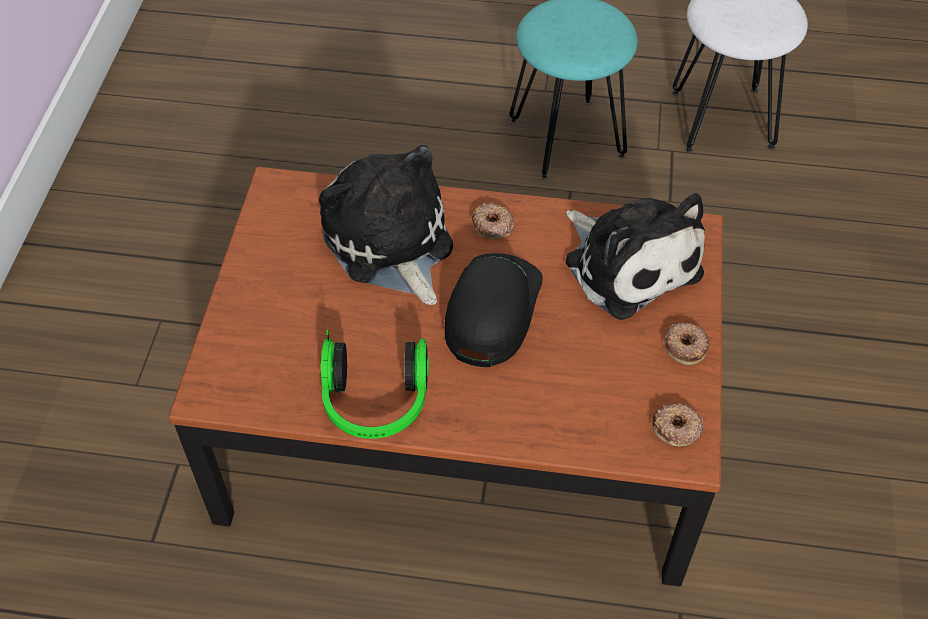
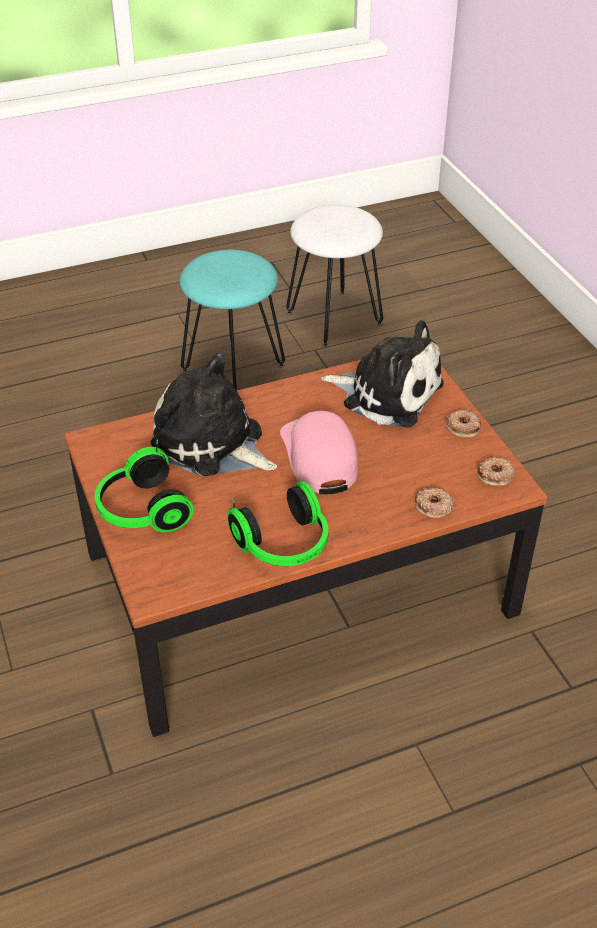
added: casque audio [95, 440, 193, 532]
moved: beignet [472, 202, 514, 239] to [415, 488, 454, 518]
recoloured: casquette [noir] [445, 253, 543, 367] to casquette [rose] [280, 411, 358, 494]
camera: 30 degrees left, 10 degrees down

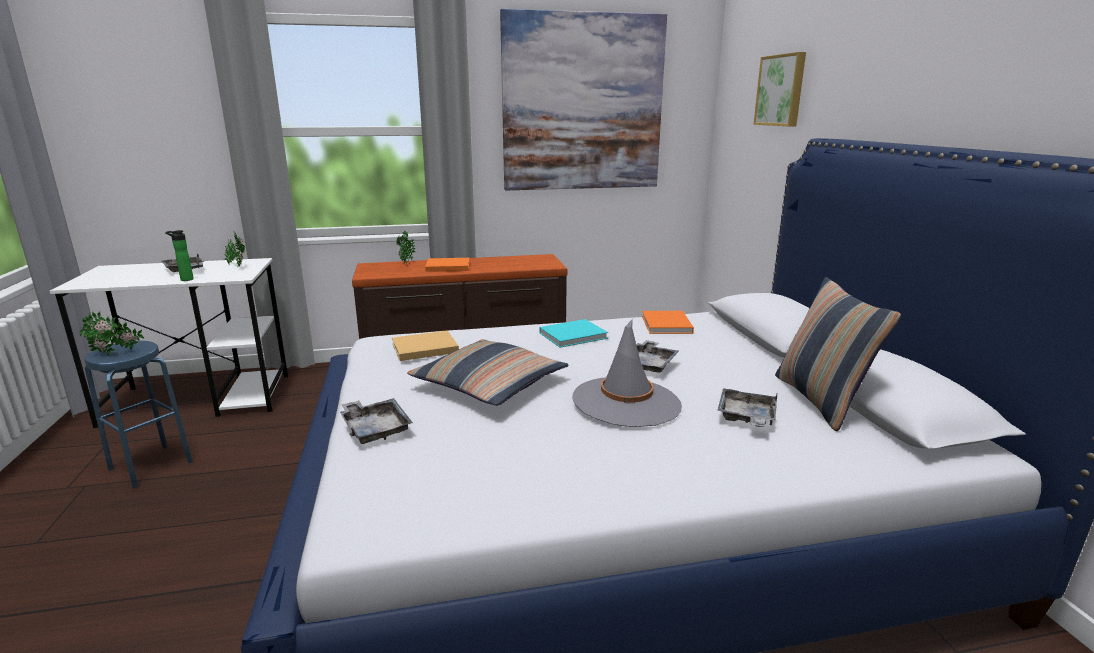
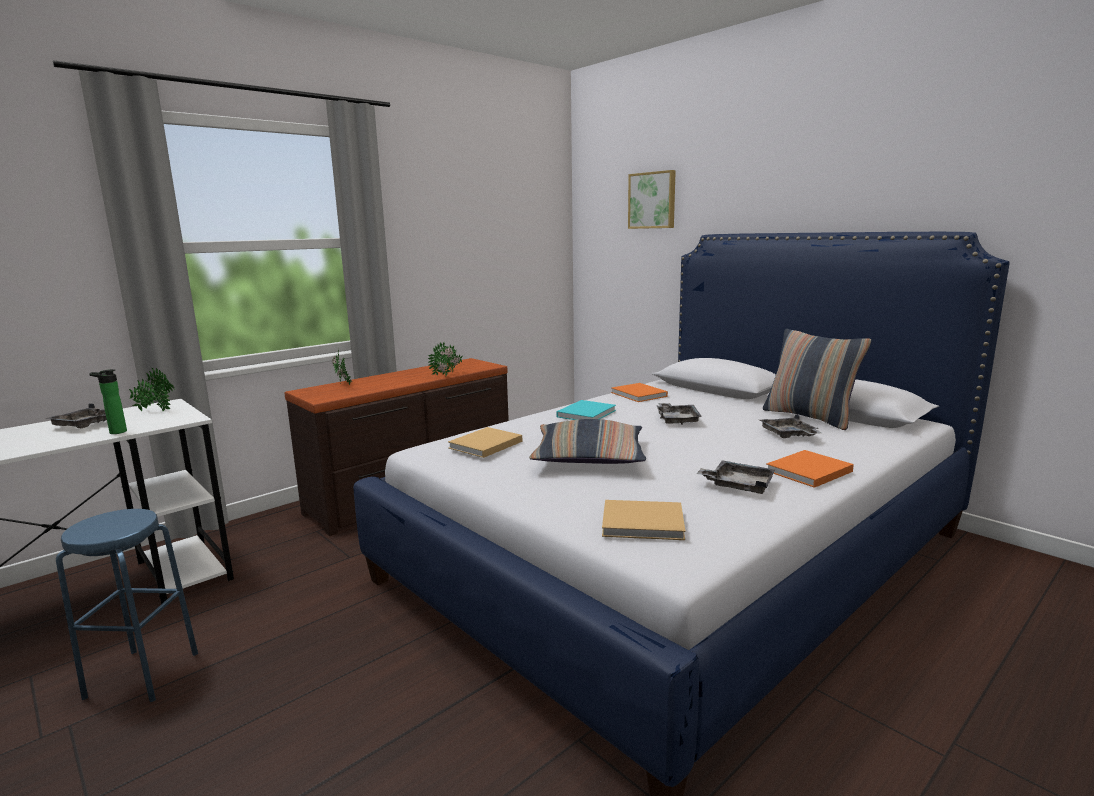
removed: tableau [500, 9, 667, 190]; chapeau [gris] [572, 319, 682, 427]
added: livre [beige] [602, 500, 686, 540]
moved: livre [orange] [425, 258, 470, 272] to [766, 450, 854, 488]; plante en pot [80, 311, 145, 356] to [428, 342, 463, 376]; plateau [gris] [340, 398, 413, 444] to [696, 460, 775, 494]
camera: 30 degrees left, 5 degrees down

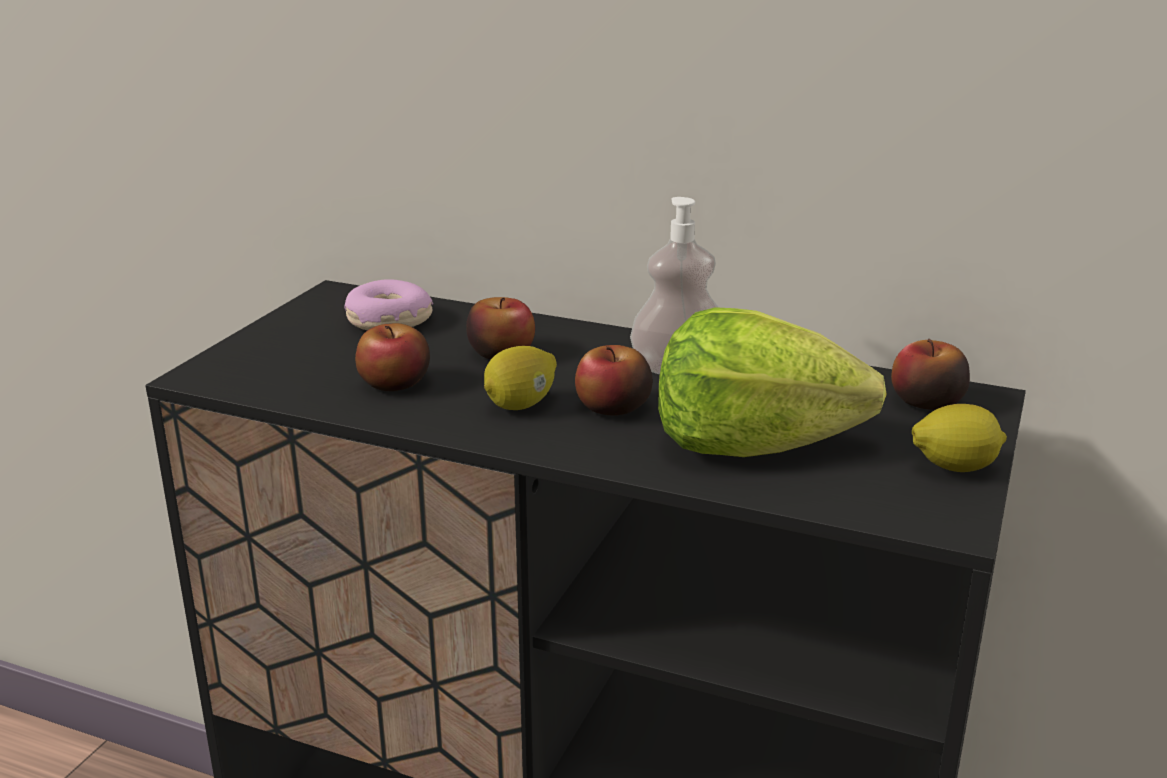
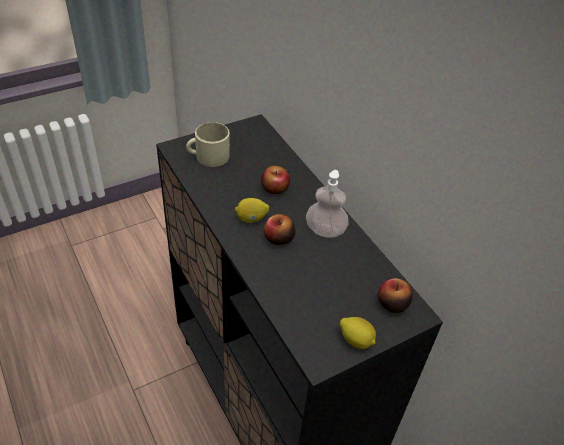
removed: beignet [345, 279, 433, 330]; laitue [658, 307, 887, 457]; pomme [355, 323, 430, 391]
added: mug [beige] [186, 122, 230, 167]
camera: 35 degrees right, 20 degrees up

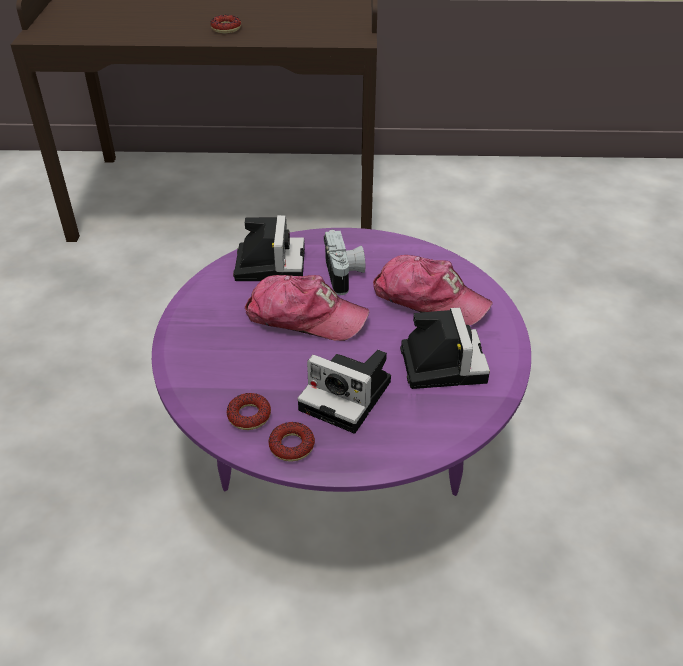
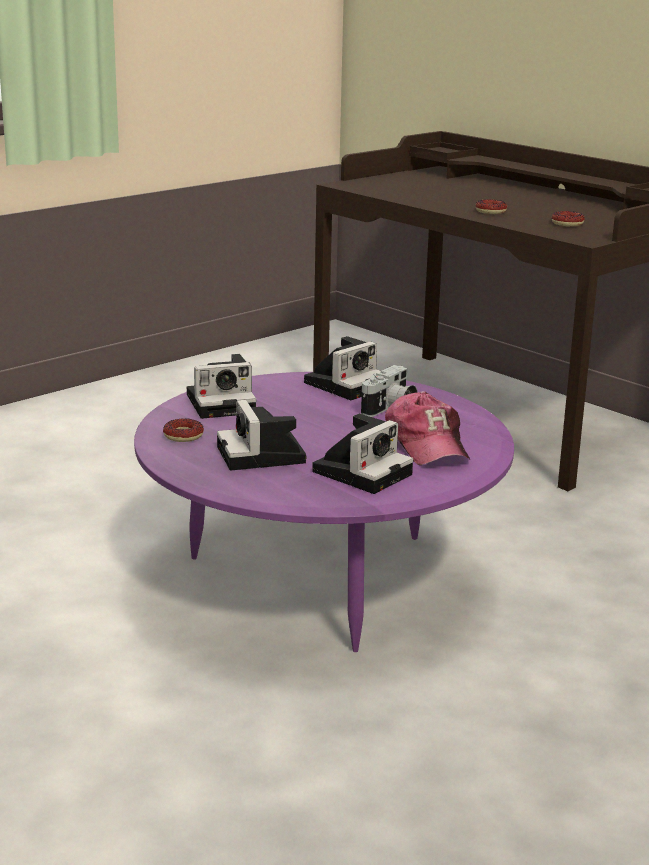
removed: casquette [245, 275, 369, 341]
added: appareil photo [187, 354, 256, 419]
moved: beignet [269, 422, 315, 461] to [552, 211, 585, 227]
camera: 45 degrees right, 20 degrees down

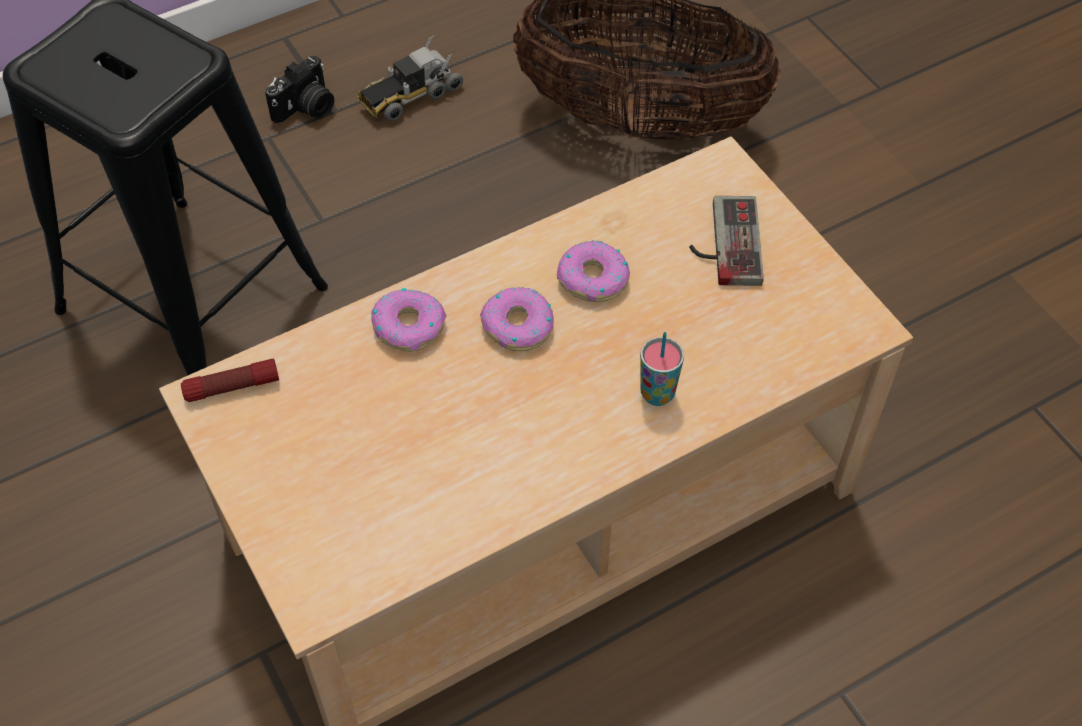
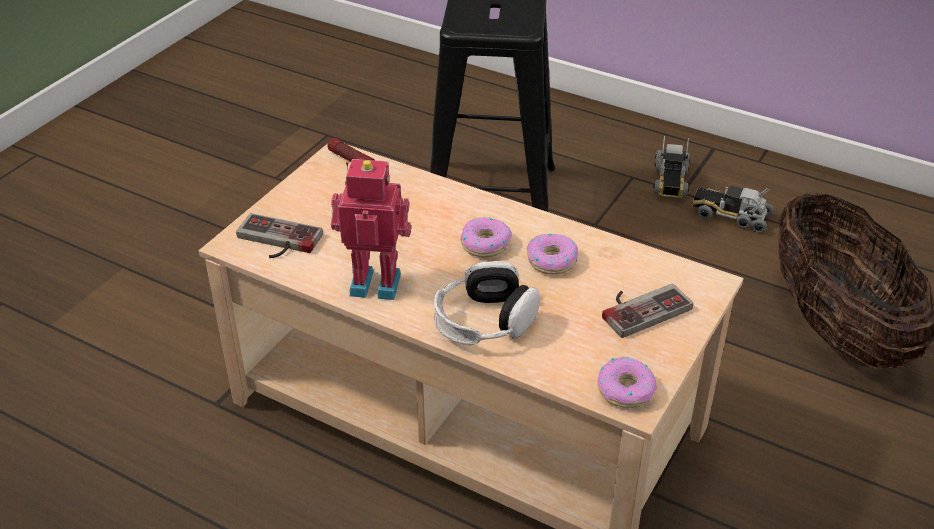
added: robot jouet [331, 159, 411, 300]; manette [236, 213, 323, 258]
moved: beignet [371, 288, 446, 352] to [598, 357, 657, 408]
replaced: appareil photo [265, 56, 334, 123] to camion jouet [653, 136, 690, 198]; tasse [640, 332, 684, 406] to casque audio [434, 261, 540, 345]
camera: 60 degrees right, 15 degrees down

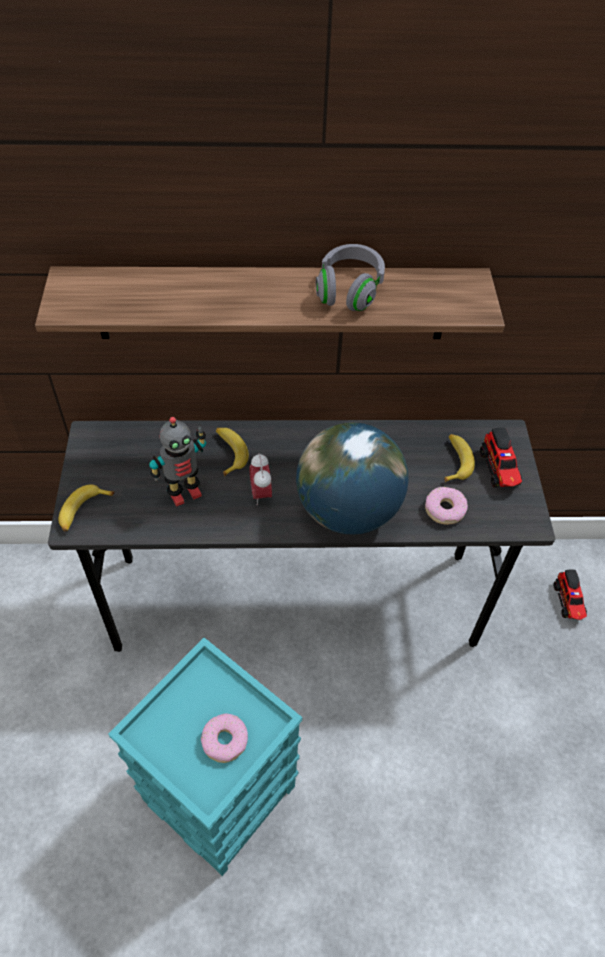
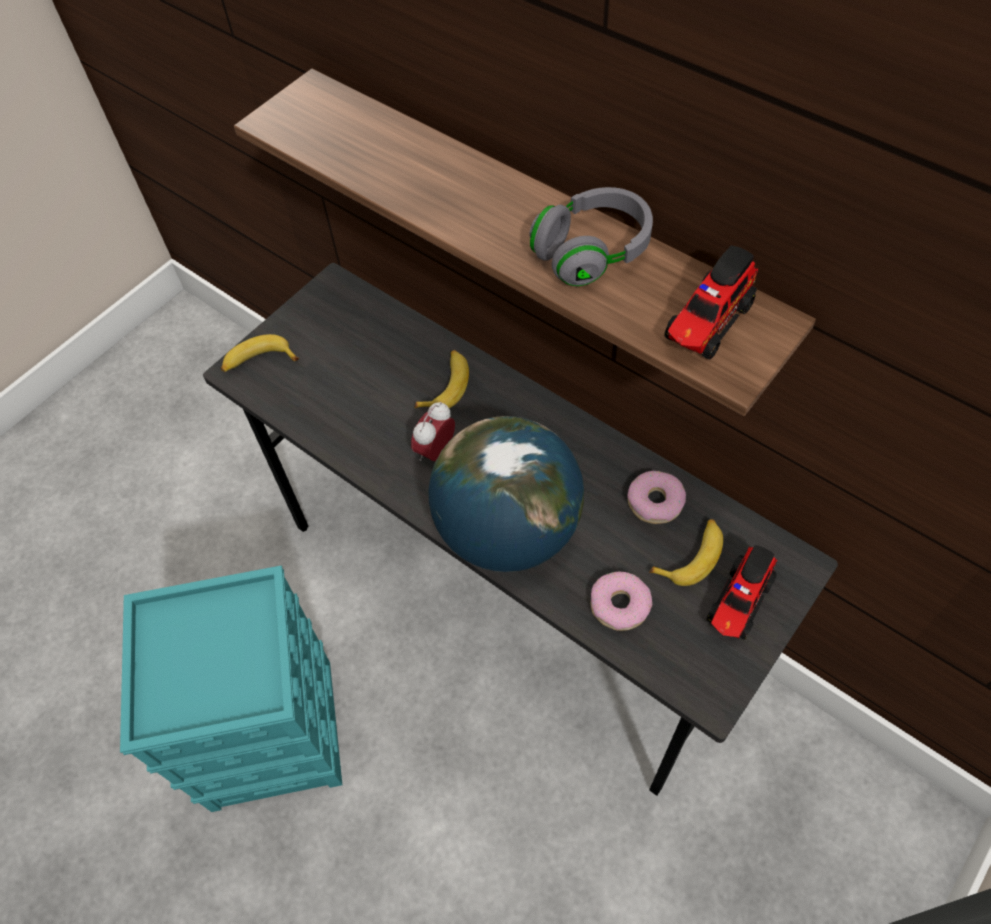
removed: robot jouet [149, 417, 206, 507]
moved: camion jouet [554, 569, 587, 620] to [664, 245, 758, 360]; beignet [201, 713, 248, 763] to [627, 471, 686, 524]
camera: 45 degrees right, 5 degrees up

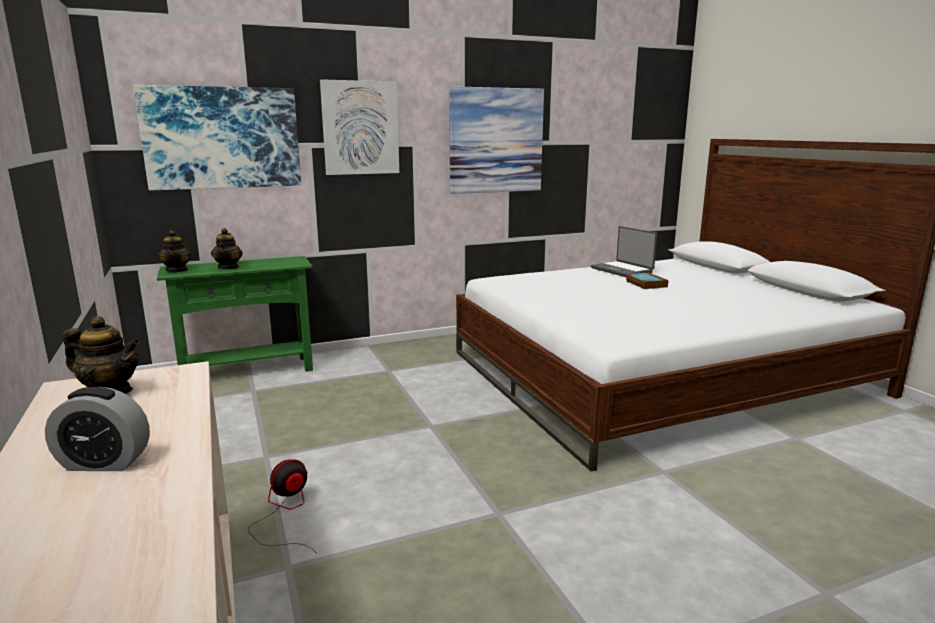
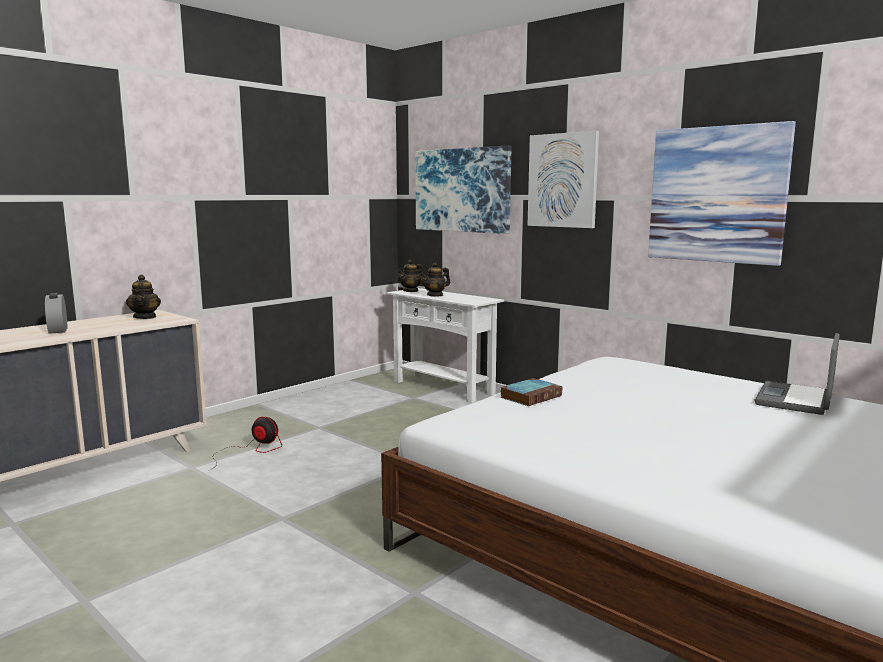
moved: livre [626, 272, 668, 289] to [500, 378, 562, 406]
recoloured: table console [vert] [157, 256, 313, 372] to table console [blanc] [386, 288, 504, 403]
camera: 65 degrees right, 5 degrees down

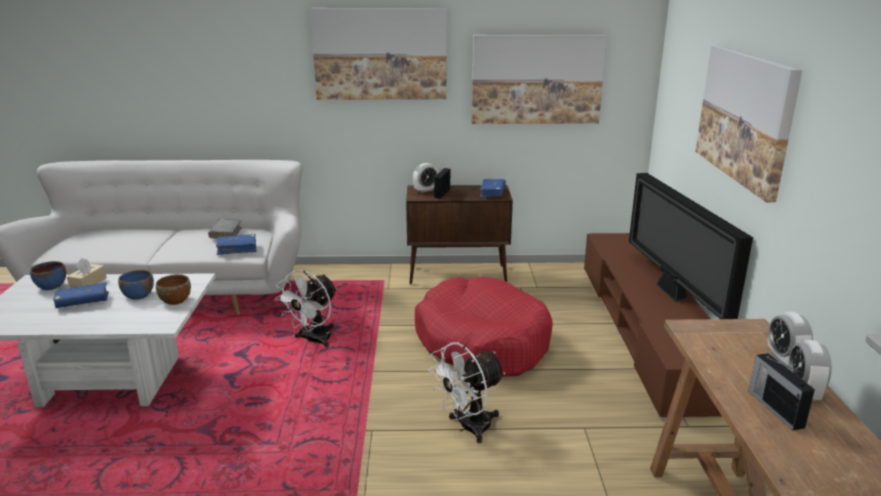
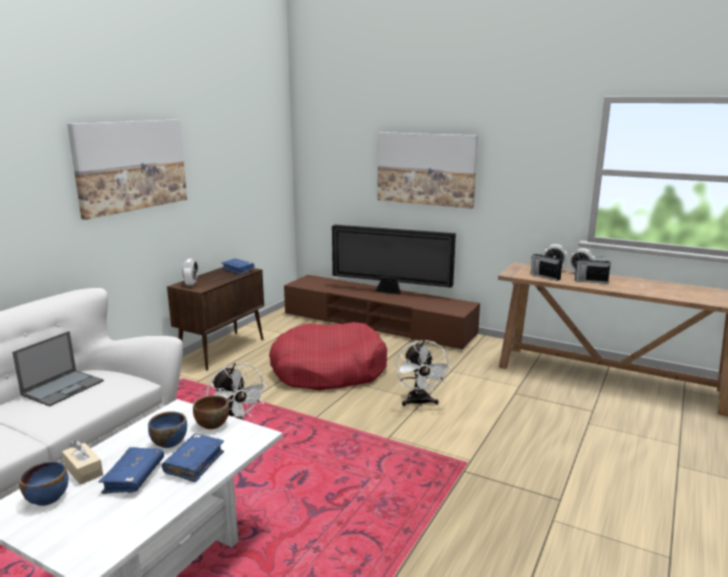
removed: tableau [472, 34, 607, 124]
moved: radio [434, 168, 450, 199] to [531, 253, 563, 281]; livre [bleu] [216, 234, 256, 255] to [162, 434, 224, 482]
replaced: livre [gris] [208, 219, 242, 239] to ordinateur portable [12, 331, 104, 406]
camera: 60 degrees left, 5 degrees down

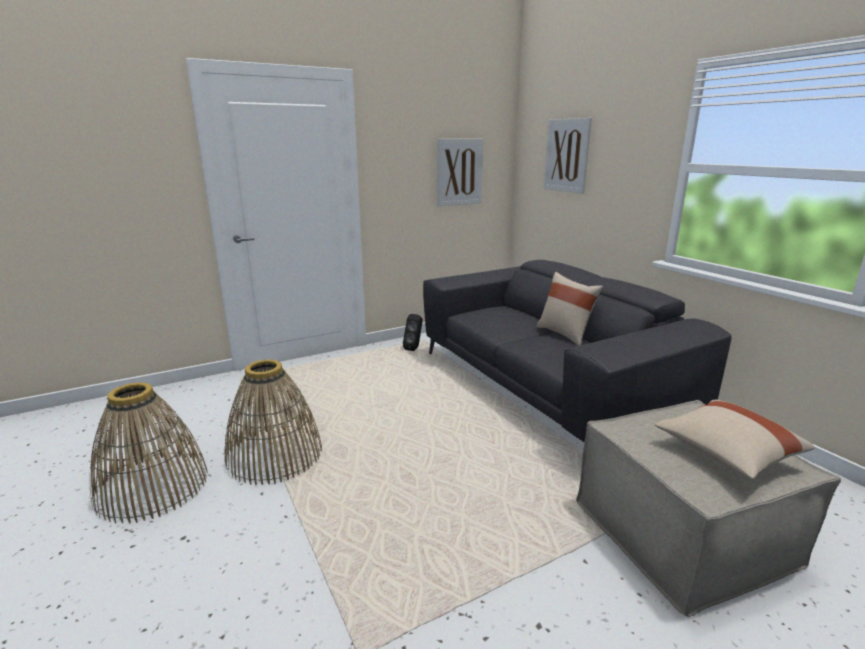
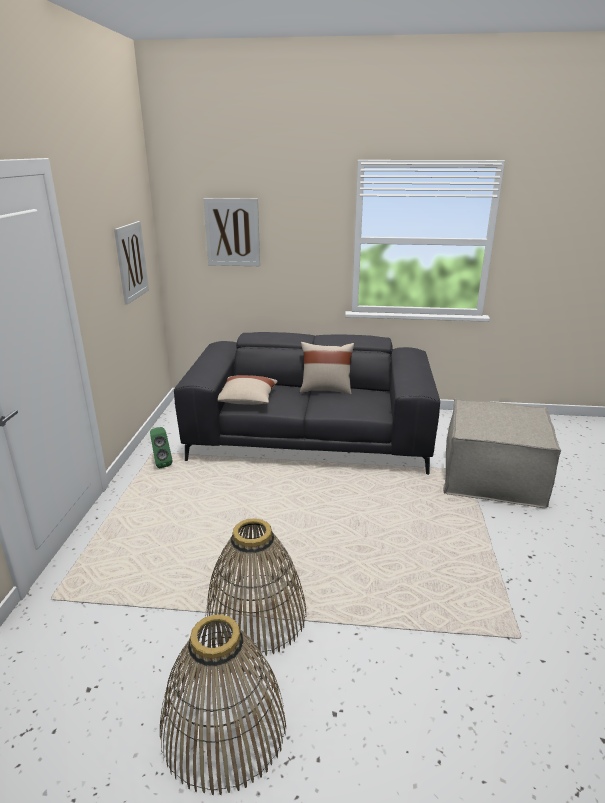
moved: coussin [beige] [655, 400, 815, 479] to [218, 375, 278, 405]
recoloured: enceinte [noir] [403, 314, 423, 351] to enceinte [vert] [150, 427, 172, 468]
camera: 55 degrees left, 5 degrees up

